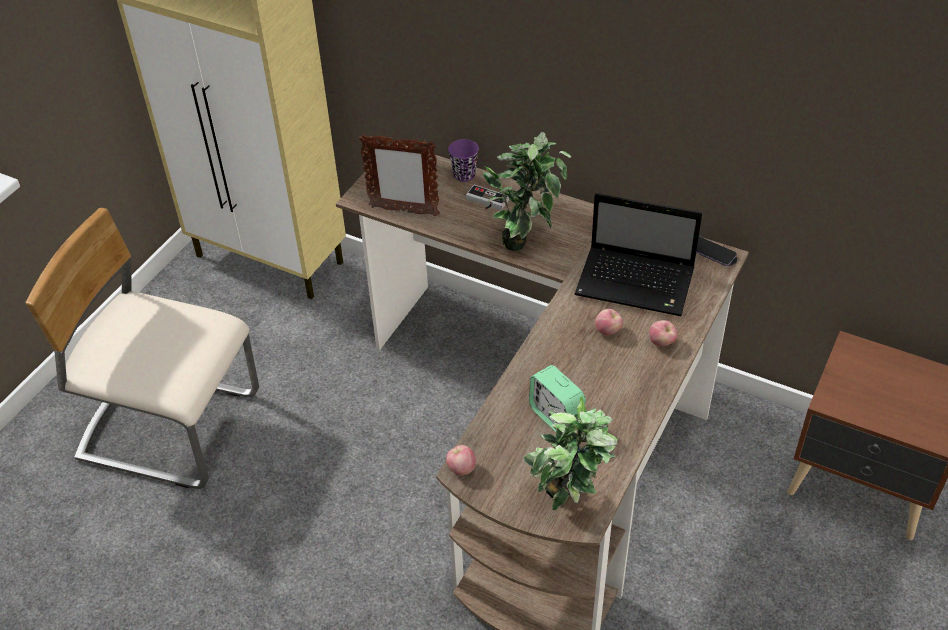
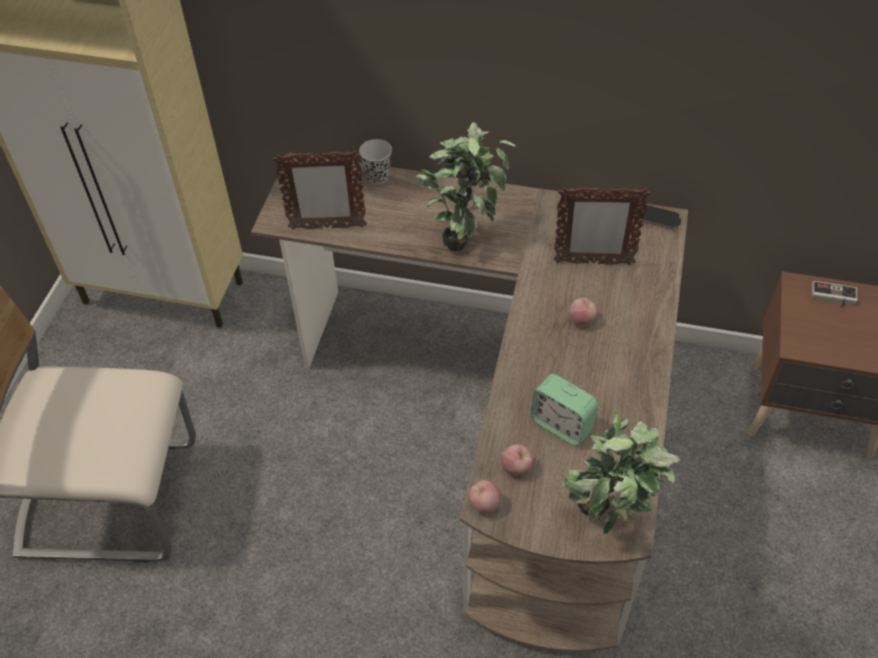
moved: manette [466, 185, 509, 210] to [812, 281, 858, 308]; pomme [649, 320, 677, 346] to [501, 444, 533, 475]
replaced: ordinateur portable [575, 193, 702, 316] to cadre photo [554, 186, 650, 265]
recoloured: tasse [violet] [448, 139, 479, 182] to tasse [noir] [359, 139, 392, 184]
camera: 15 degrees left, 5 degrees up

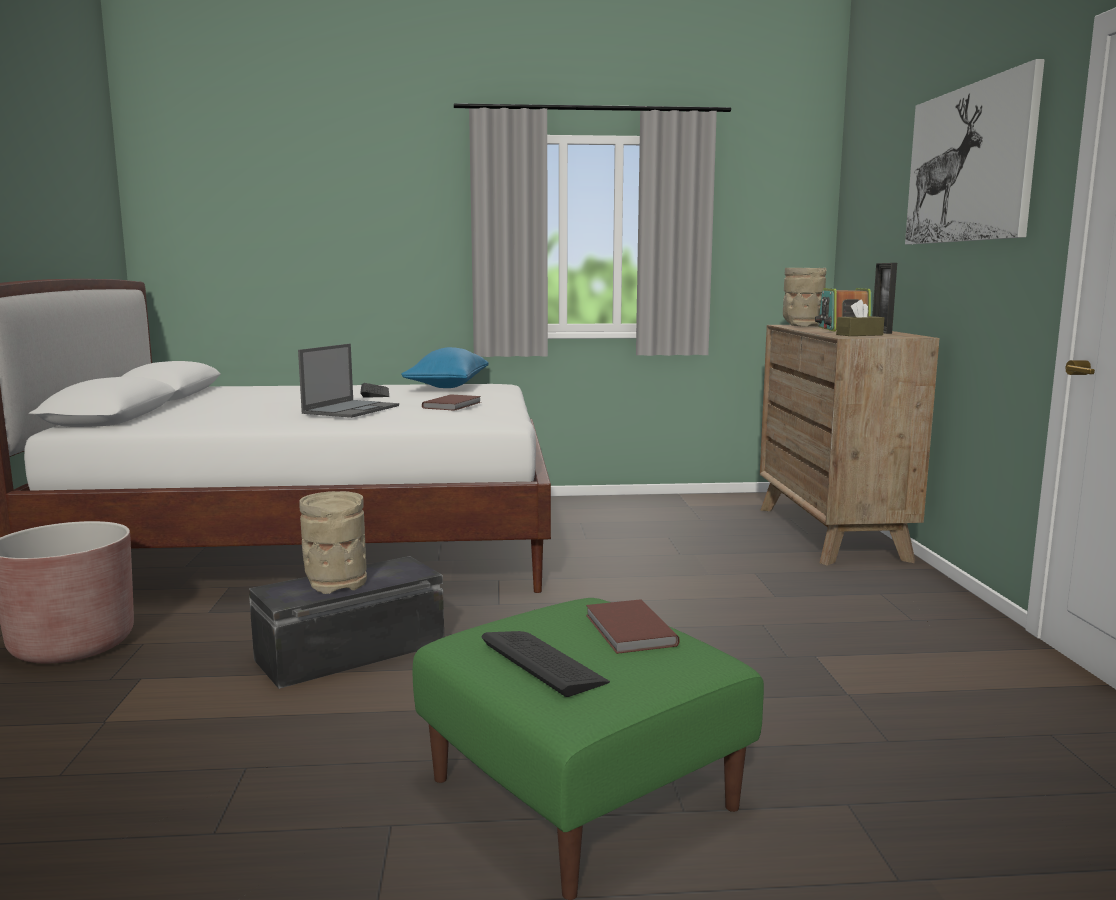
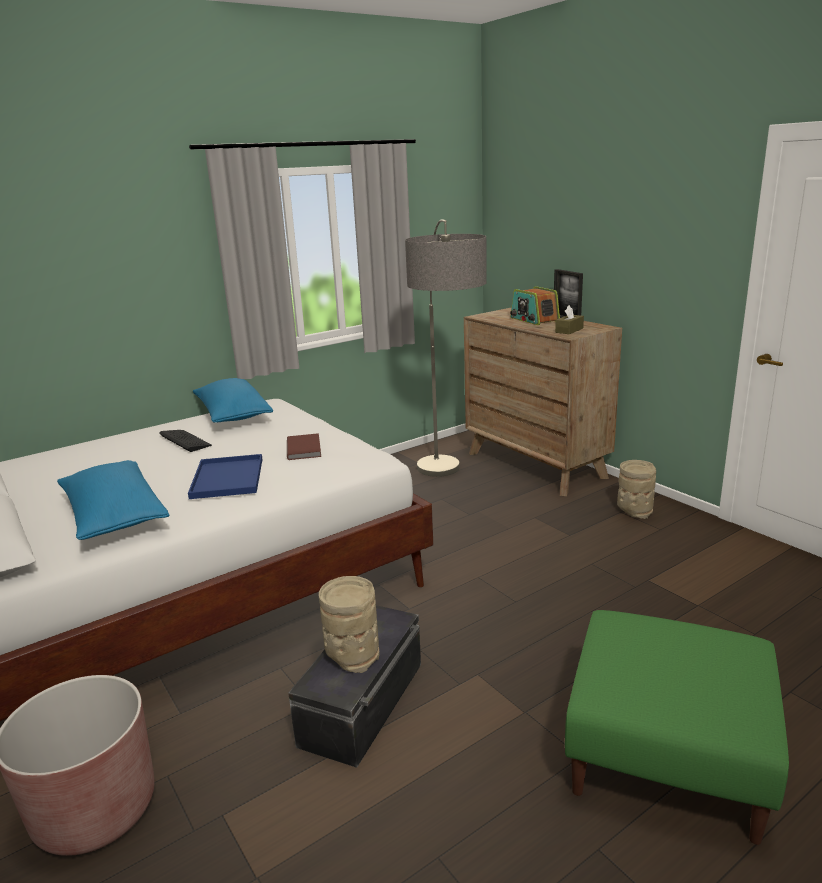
removed: tableau [905, 59, 1045, 244]; livre [marron] [586, 599, 680, 654]; clavier [482, 631, 610, 697]
added: lampadaire [405, 219, 487, 477]; coussin [bleu] [57, 460, 169, 540]
moved: vase [beige] [783, 268, 826, 327] to [617, 460, 656, 519]
replaced: ordinateur portable [298, 344, 399, 418] to plateau [bleu] [188, 454, 263, 499]
camera: 30 degrees left, 10 degrees up

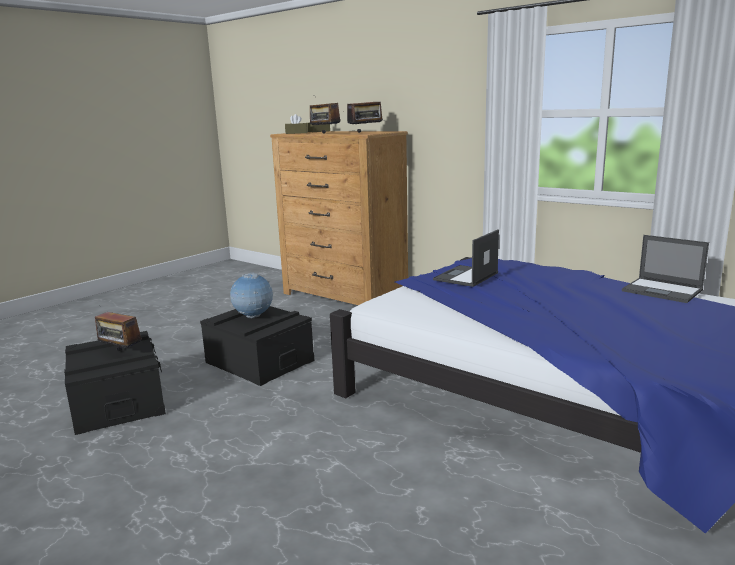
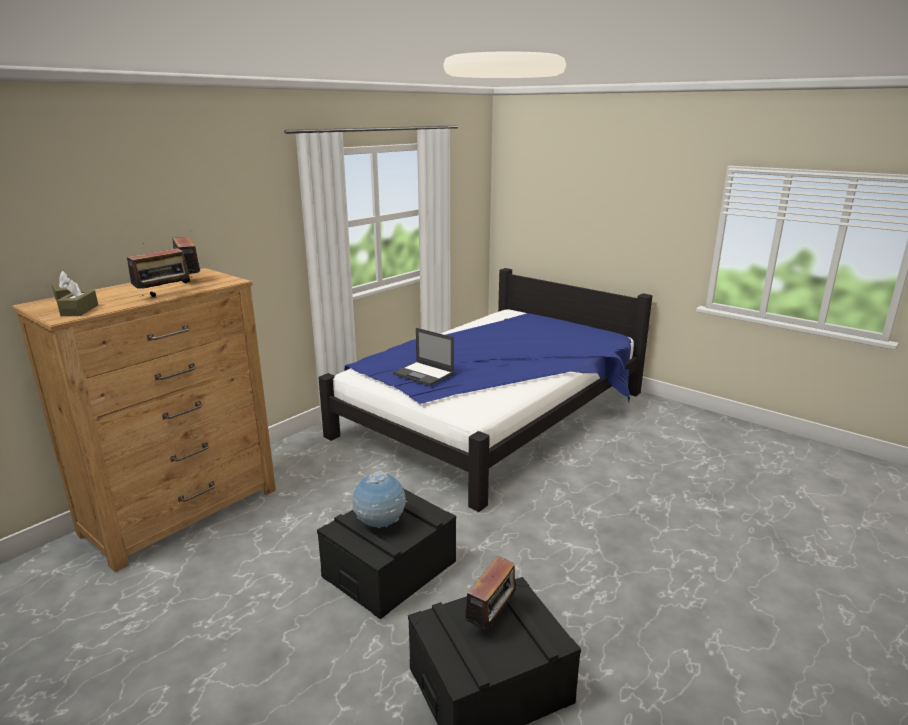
removed: ordinateur portable [622, 235, 709, 303]
camera: 90 degrees left, 5 degrees up

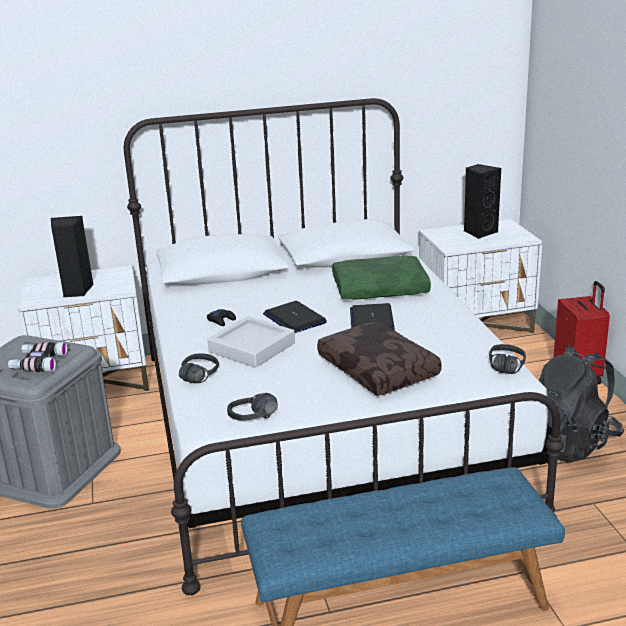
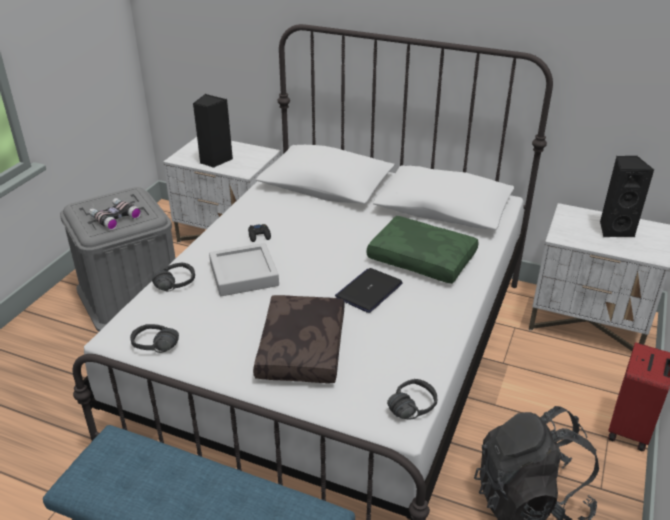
removed: ordinateur portable [263, 301, 327, 333]
camera: 35 degrees right, 10 degrees up

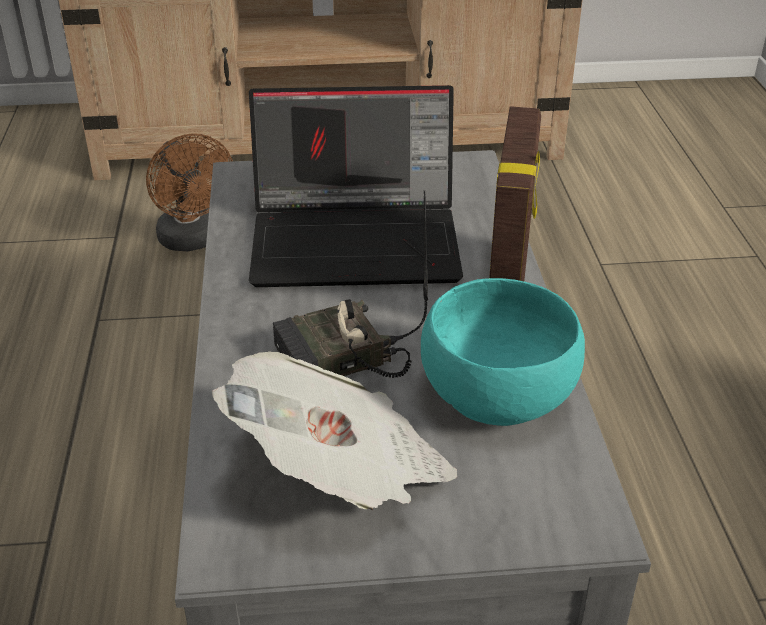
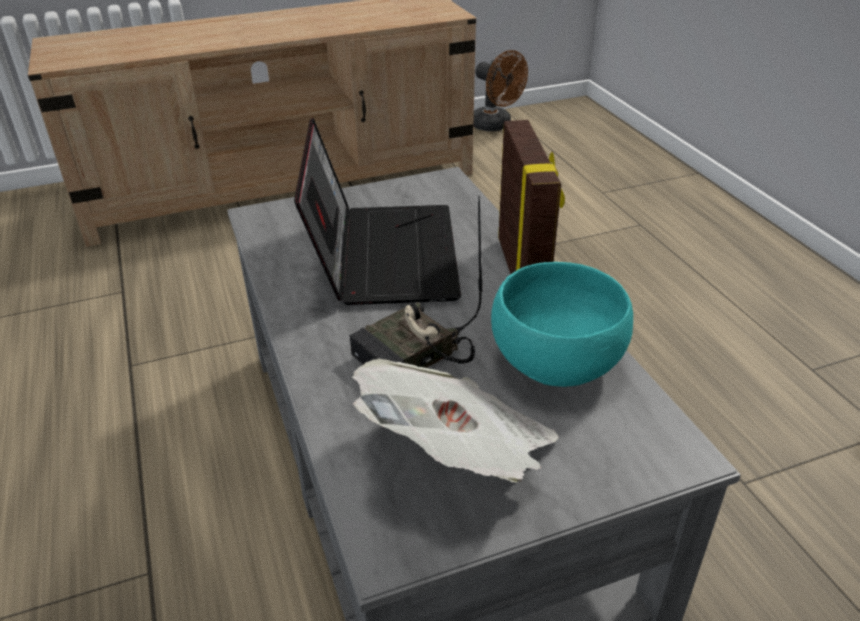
moved: ventilateur [marron] [146, 133, 233, 251] to [473, 50, 528, 131]
turned: ordinateur portable [249, 85, 463, 287] = [294, 118, 461, 305] 75 degrees counterclockwise
camera: 15 degrees left, 0 degrees up

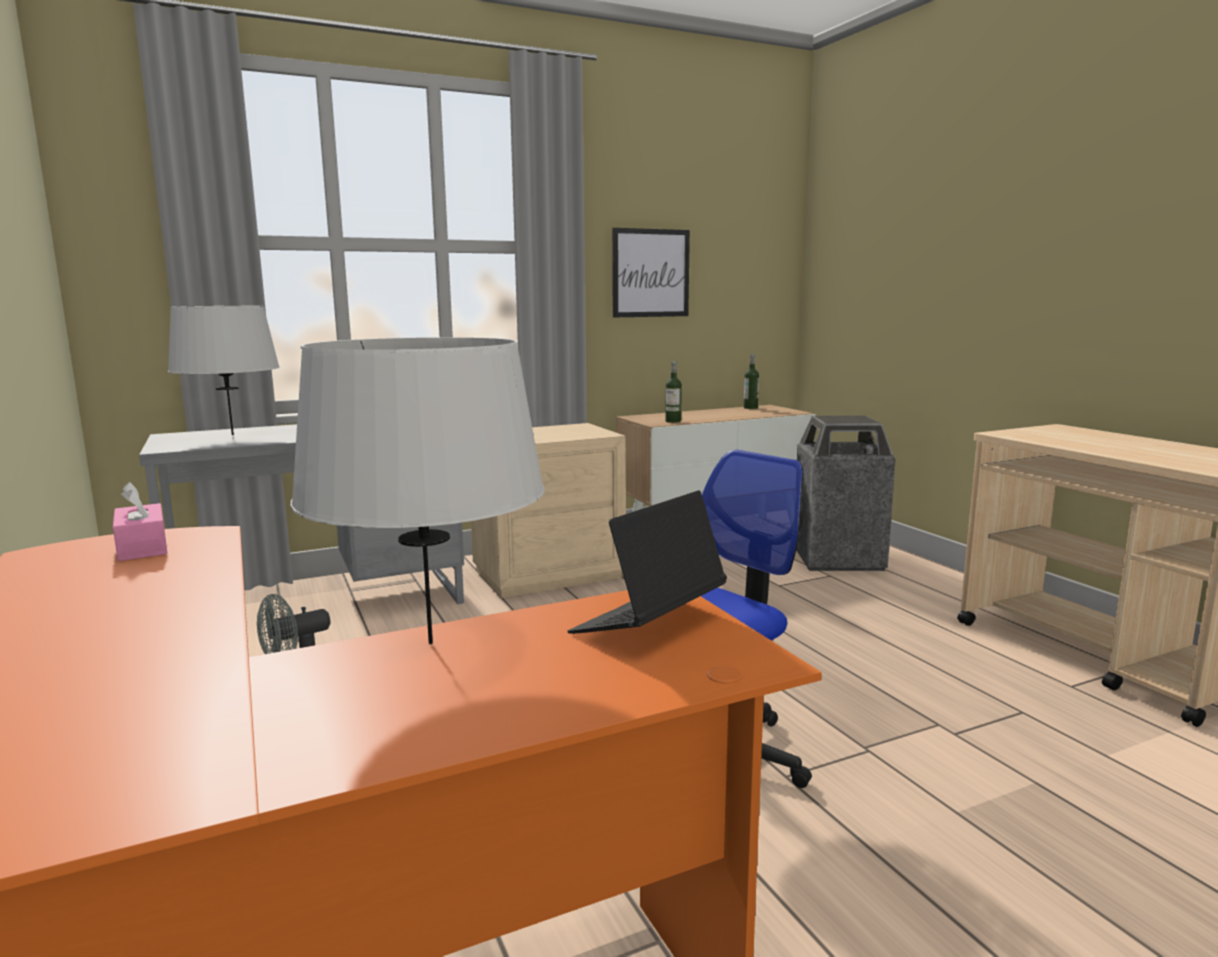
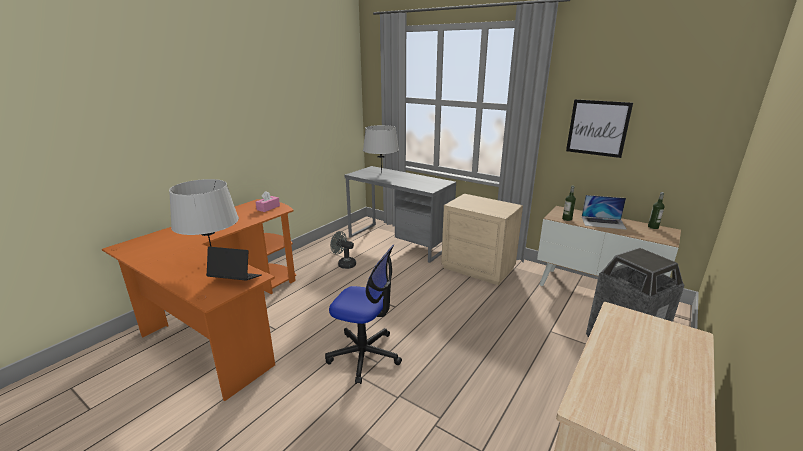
added: ordinateur portable [582, 195, 627, 230]
camera: 60 degrees right, 10 degrees up

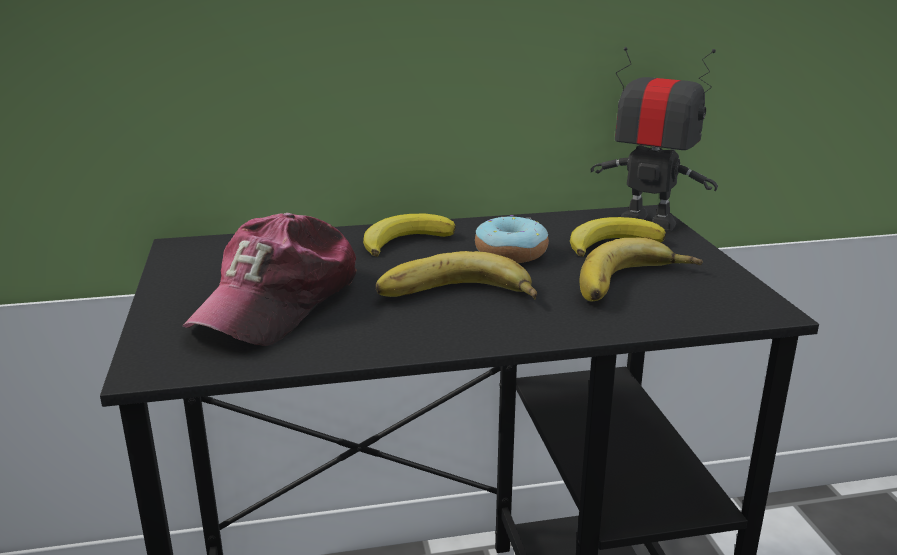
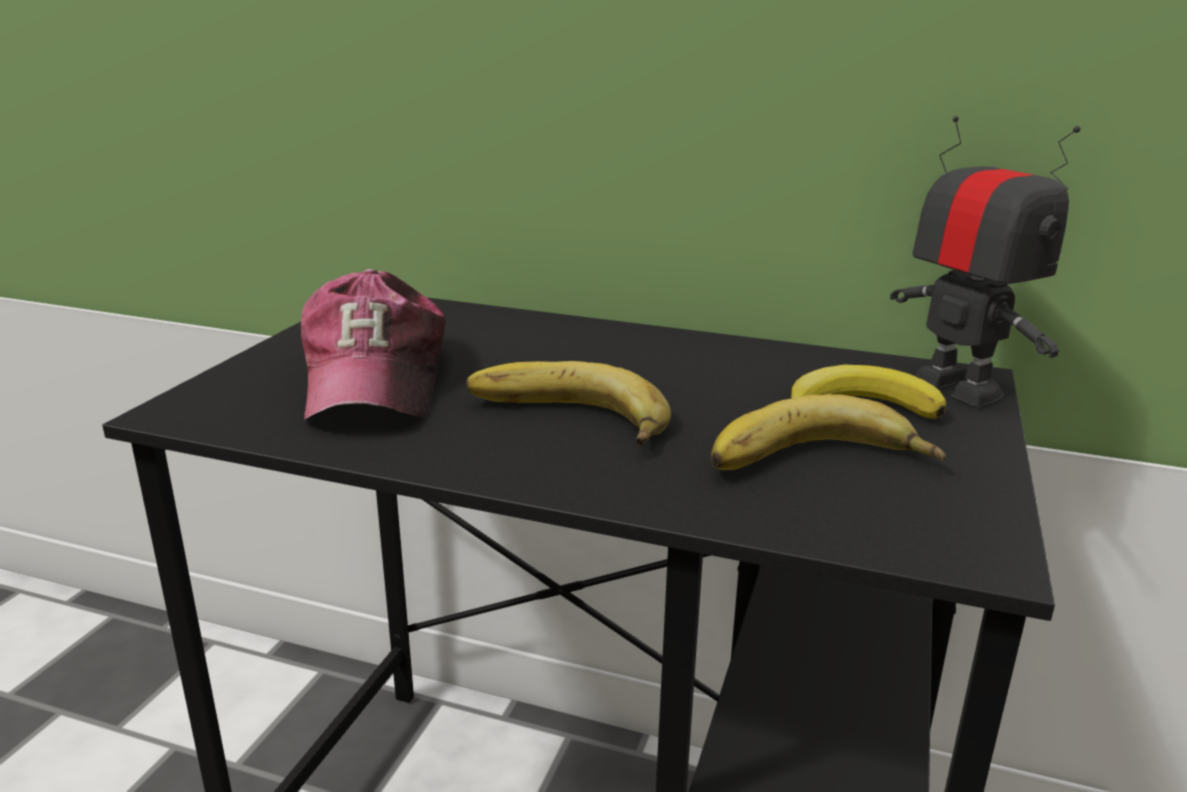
removed: banane [363, 214, 456, 257]; beignet [475, 215, 549, 263]
turned: casquette [182, 213, 357, 346] = [301, 269, 446, 421] 60 degrees counterclockwise
camera: 30 degrees right, 0 degrees up

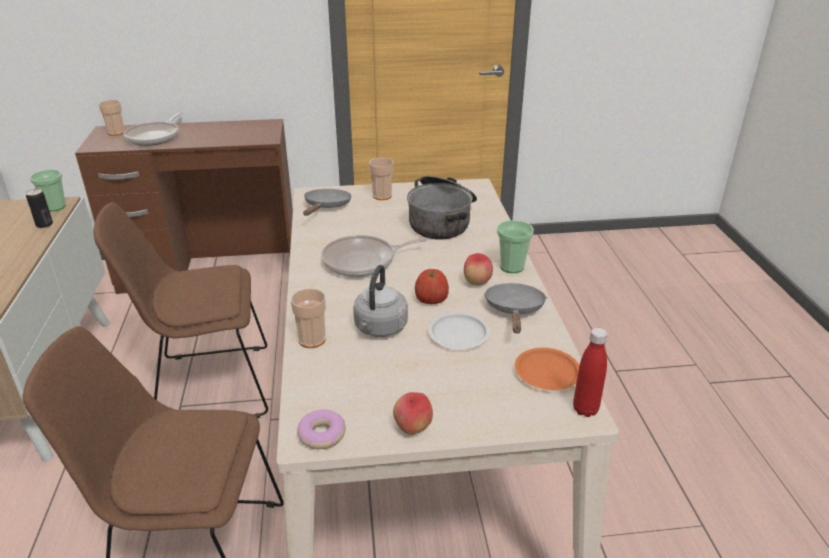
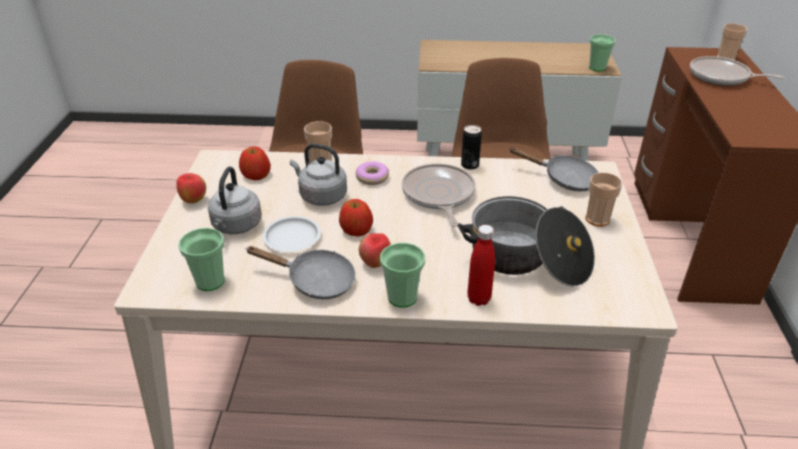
added: pomme [239, 146, 271, 180]; bouilloire [gris] [208, 166, 262, 234]
moved: boîte métallique [26, 189, 53, 228] to [461, 125, 482, 170]; bouteille [rouge] [573, 328, 608, 417] to [467, 225, 495, 306]; beignet [297, 410, 346, 449] to [356, 161, 389, 185]
replaced: assiette [orange] [515, 348, 579, 390] to tasse [178, 228, 225, 291]
camera: 100 degrees right, 5 degrees up

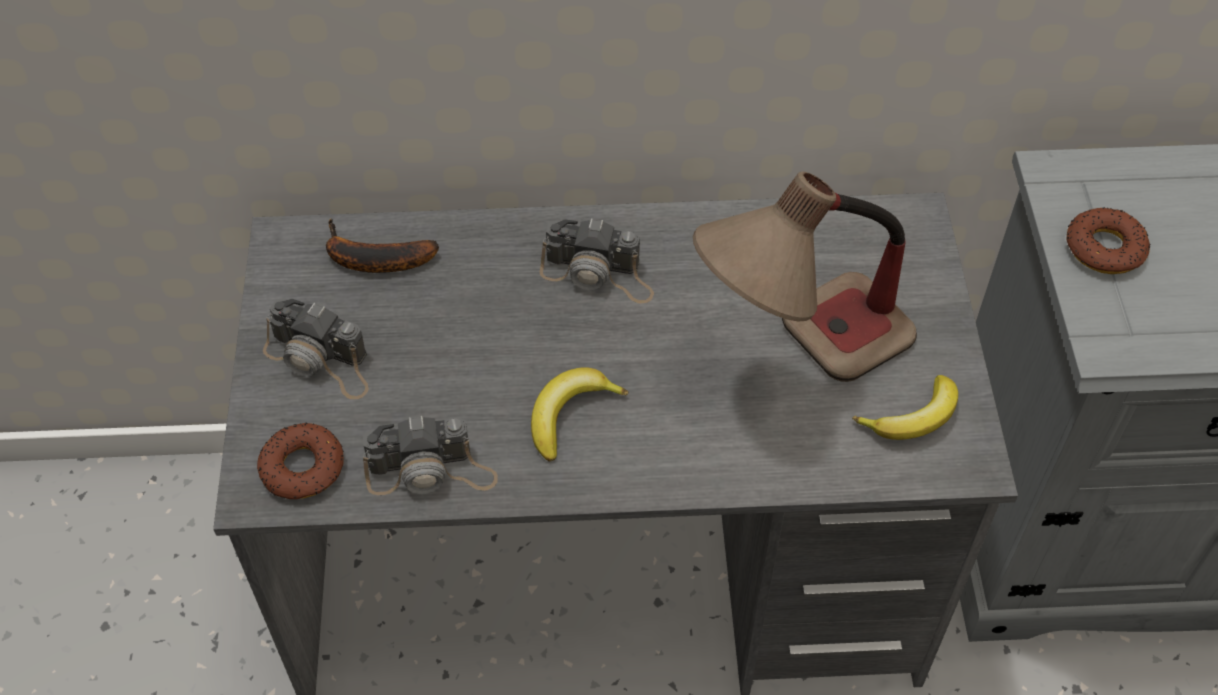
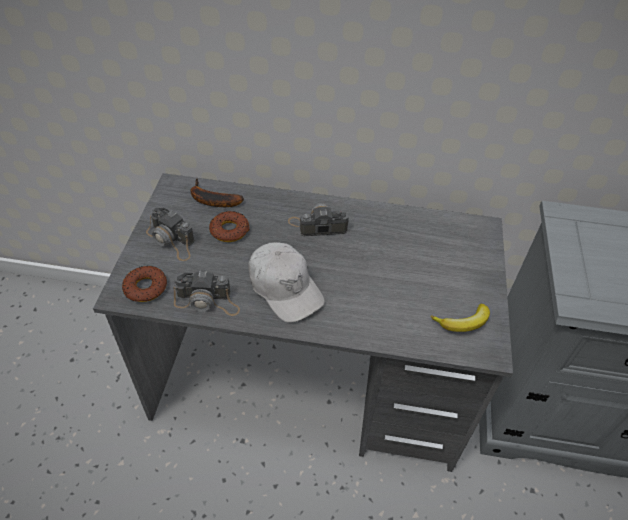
removed: lampe de table [693, 172, 917, 382]
moved: beignet [1066, 207, 1150, 274] to [209, 211, 250, 242]
replaced: banane [531, 367, 629, 462] to casquette [blanc] [248, 242, 325, 323]
turned: appareil photo [540, 218, 654, 304] = [288, 203, 349, 236] 150 degrees clockwise
camera: 10 degrees right, 5 degrees down

